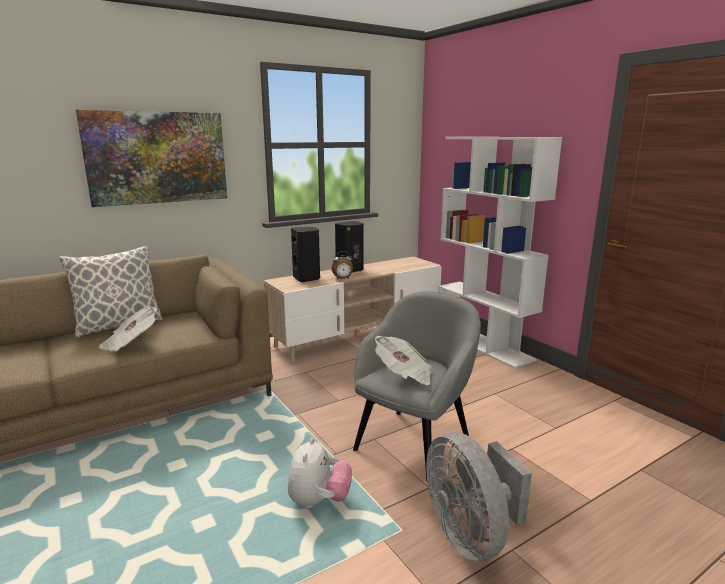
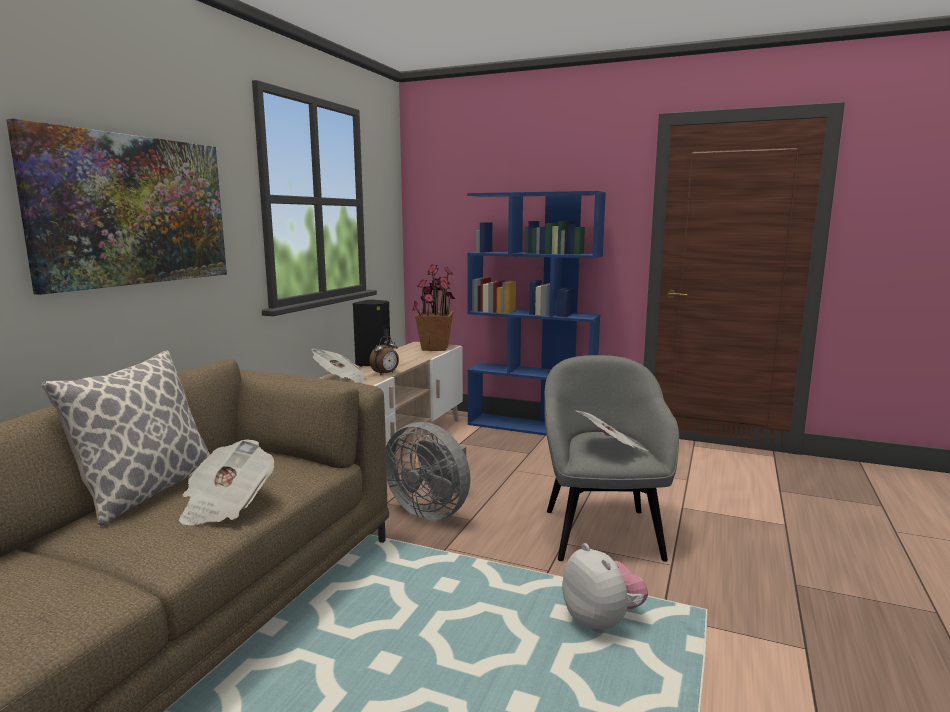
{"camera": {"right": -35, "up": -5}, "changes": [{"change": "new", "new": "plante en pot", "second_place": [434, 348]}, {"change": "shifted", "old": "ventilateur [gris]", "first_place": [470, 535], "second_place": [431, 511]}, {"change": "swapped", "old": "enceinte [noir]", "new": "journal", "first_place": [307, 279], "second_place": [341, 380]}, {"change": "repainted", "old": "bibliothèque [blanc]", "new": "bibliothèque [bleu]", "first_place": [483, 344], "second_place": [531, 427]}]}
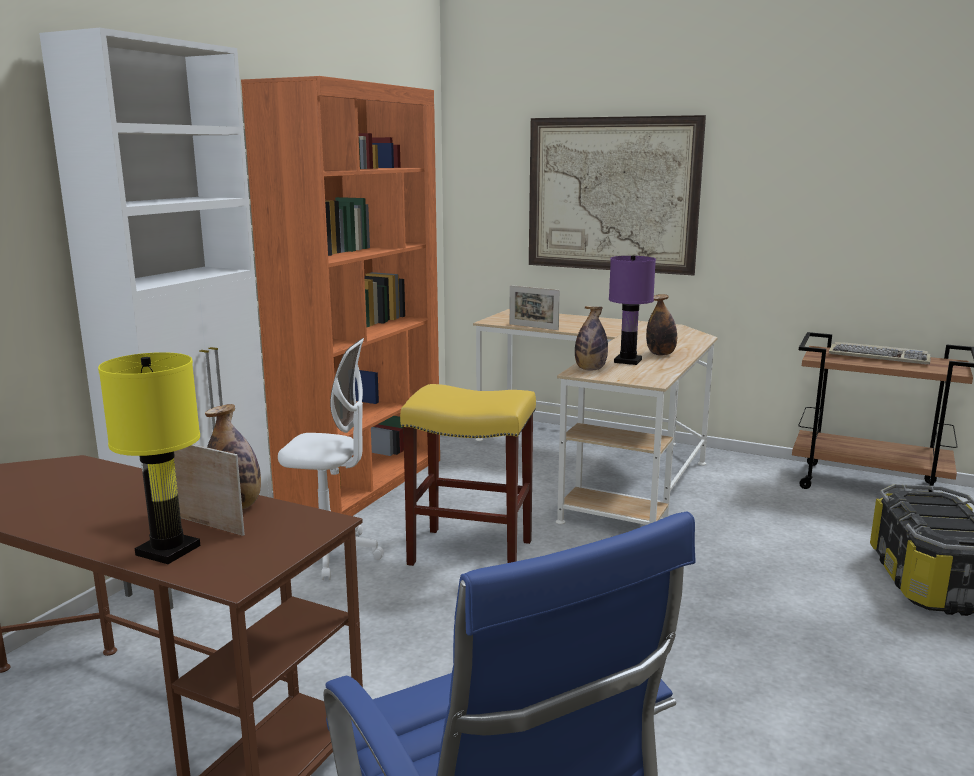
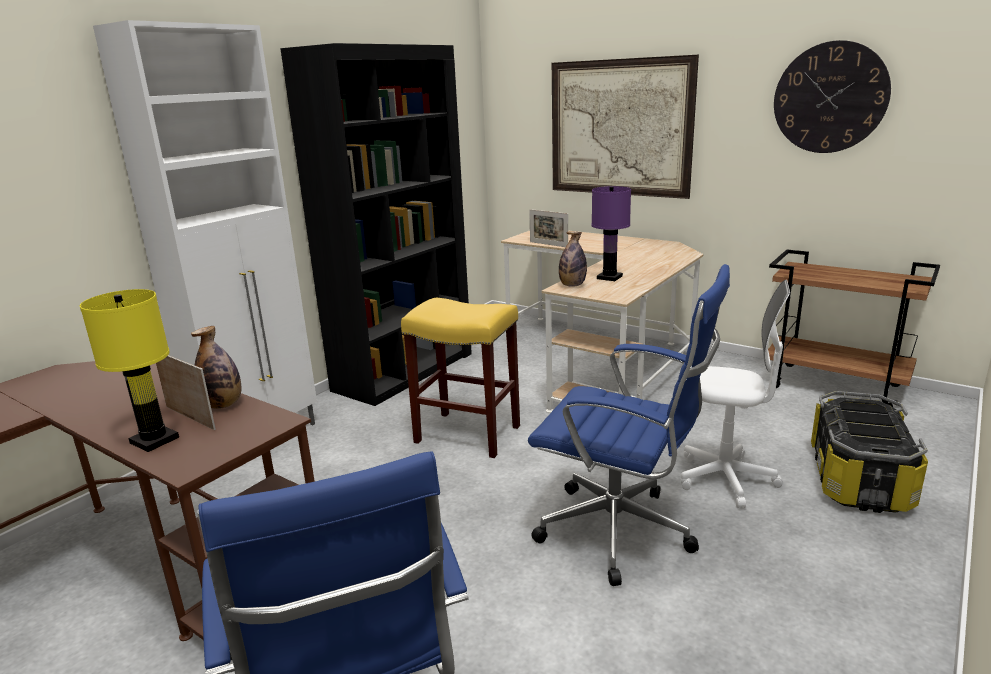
{"camera": {"right": 10, "up": 5}, "changes": [{"change": "gone", "old": "bouteille", "first_place": [661, 354]}, {"change": "gone", "old": "clavier", "first_place": [879, 357]}, {"change": "new", "new": "chaise de bureau [bleu]", "second_place": [622, 533]}, {"change": "new", "new": "horloge murale", "second_place": [830, 98]}, {"change": "shifted", "old": "chaise de bureau [blanc]", "first_place": [330, 554], "second_place": [726, 479]}, {"change": "repainted", "old": "bibliothèque [orange]", "new": "bibliothèque [noir]", "first_place": [363, 482], "second_place": [405, 371]}]}
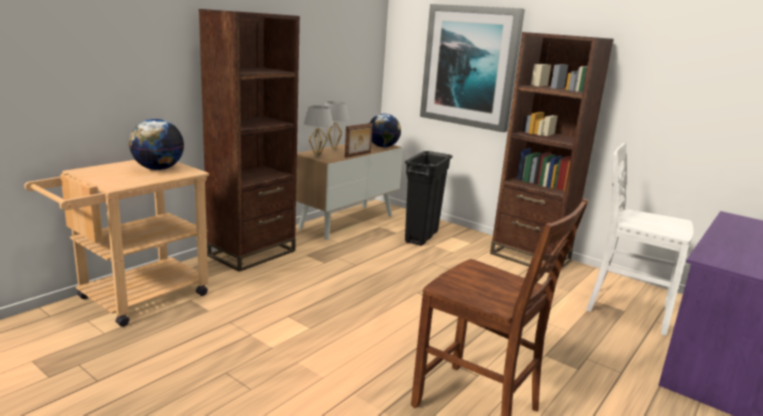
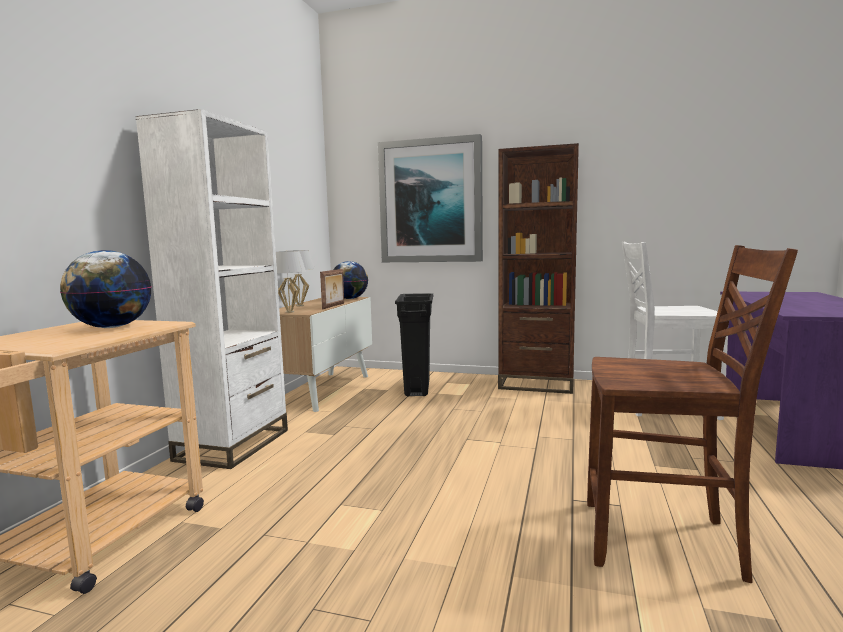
{"camera": {"right": -20, "up": -10}, "changes": [{"change": "repainted", "old": "bibliothèque [marron]", "new": "bibliothèque [blanc]", "first_place": [252, 253], "second_place": [233, 445]}]}
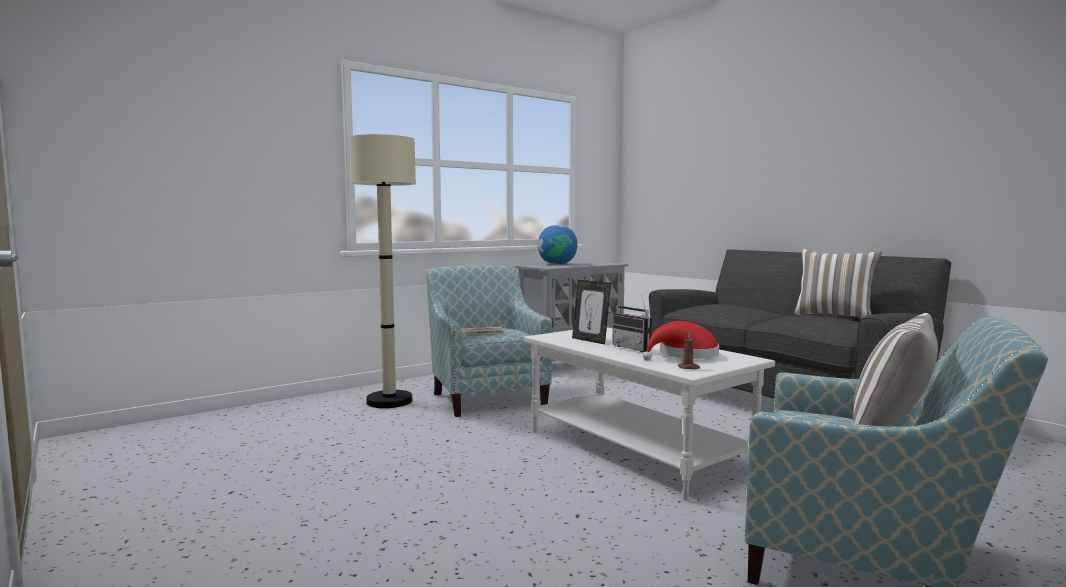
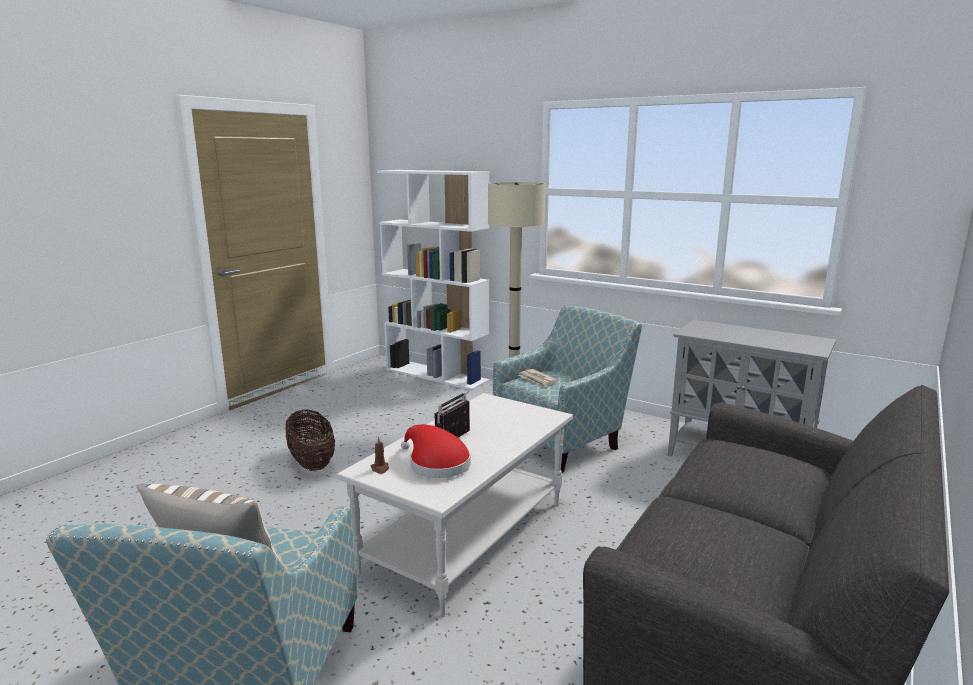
{"camera": {"right": 70, "up": 10}, "changes": [{"change": "gone", "old": "globe", "first_place": [557, 264]}, {"change": "gone", "old": "cadre photo", "first_place": [590, 340]}, {"change": "gone", "old": "coussin", "first_place": [834, 316]}, {"change": "new", "new": "panier", "second_place": [312, 463]}, {"change": "new", "new": "bibliothèque [blanc]", "second_place": [437, 375]}]}
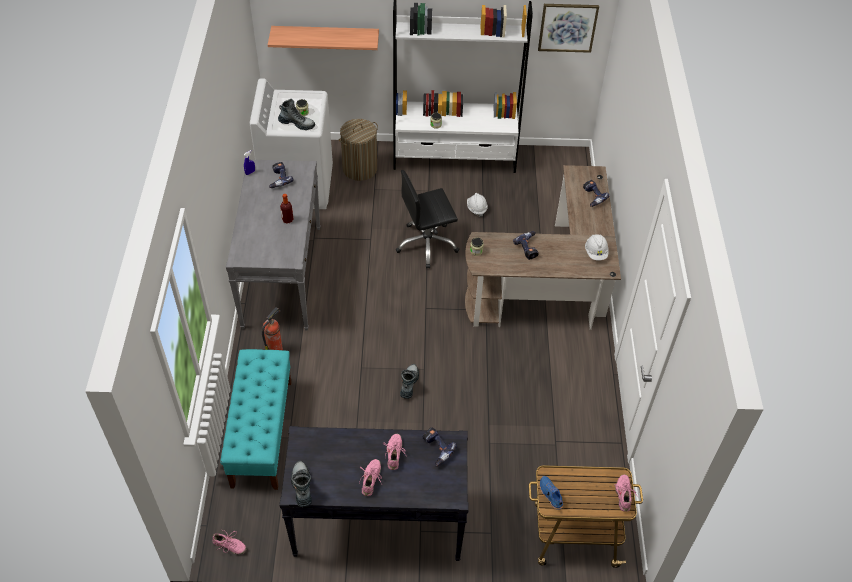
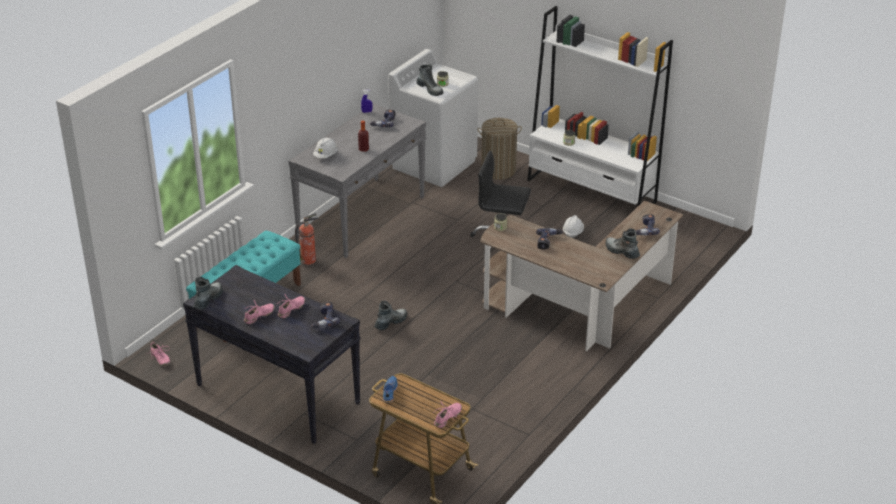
{"camera": {"right": 35, "up": -15}, "changes": [{"change": "gone", "old": "étagère", "first_place": [325, 37]}, {"change": "gone", "old": "tableau", "first_place": [567, 27]}, {"change": "new", "new": "botte", "second_place": [621, 252]}, {"change": "shifted", "old": "casque de chantier [blanc]", "first_place": [596, 252], "second_place": [326, 155]}]}
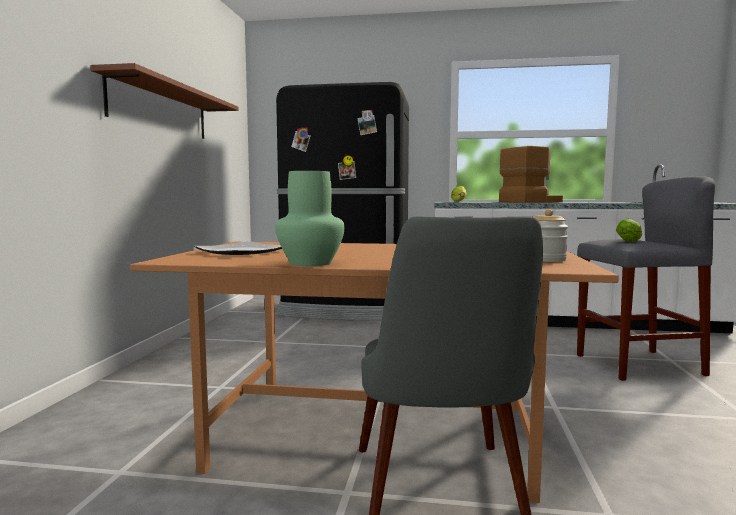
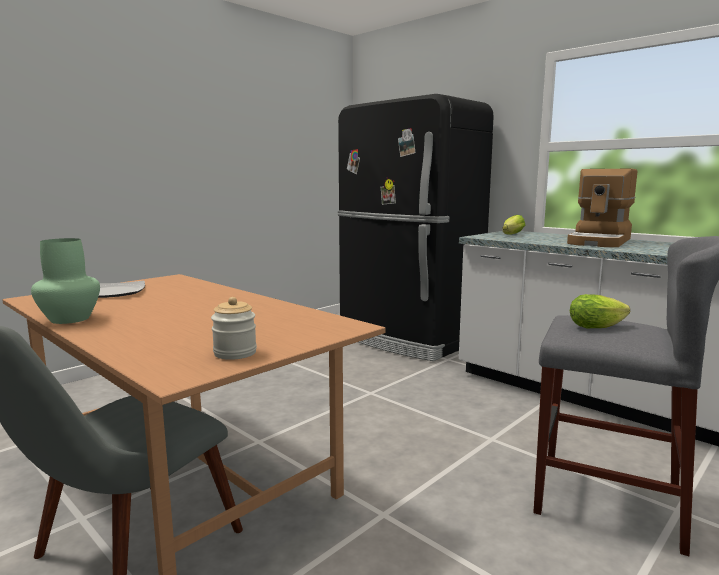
{"camera": {"right": 35, "up": 5}, "changes": [{"change": "gone", "old": "étagère [marron]", "first_place": [161, 109]}, {"change": "rotated", "old": "machine à café", "first_place": [530, 202], "second_place": [600, 241], "degrees": 120}]}
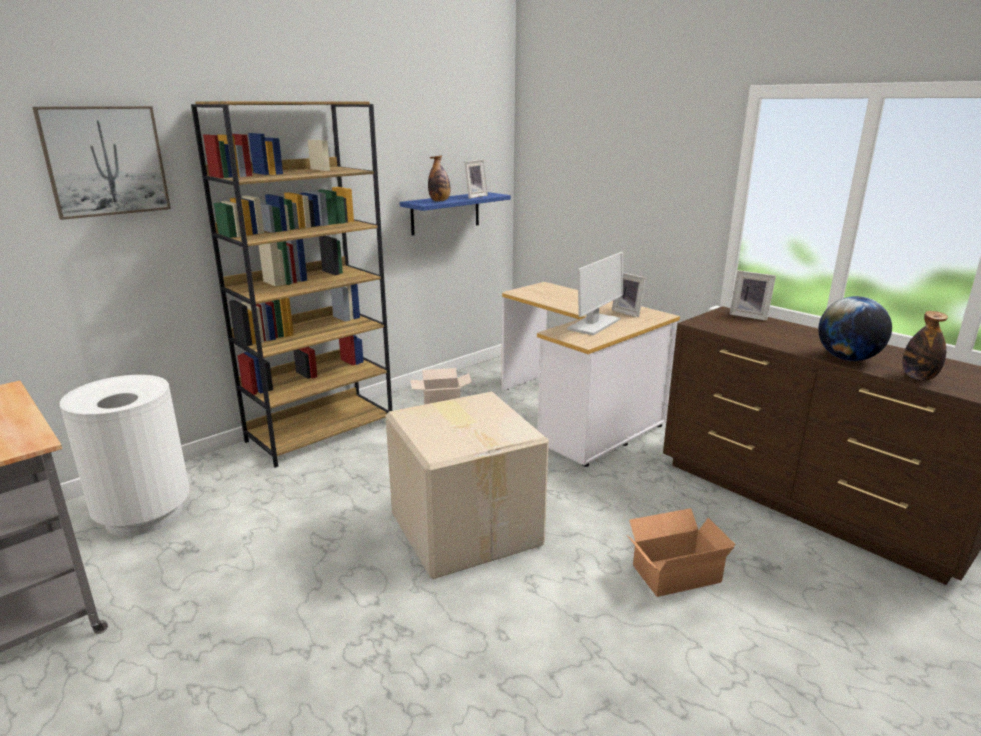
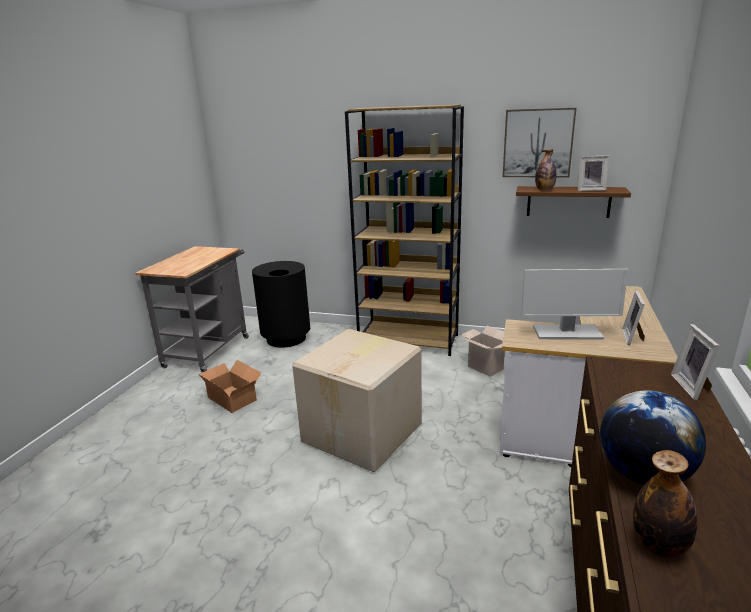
{"camera": {"right": 60, "up": 0}, "changes": [{"change": "shifted", "old": "tableau", "first_place": [105, 161], "second_place": [538, 143]}, {"change": "shifted", "old": "carton", "first_place": [673, 572], "second_place": [233, 397]}, {"change": "repainted", "old": "poubelle [blanc]", "new": "poubelle [noir]", "first_place": [144, 514], "second_place": [286, 338]}, {"change": "repainted", "old": "étagère [bleu]", "new": "étagère [marron]", "first_place": [445, 213], "second_place": [568, 201]}]}
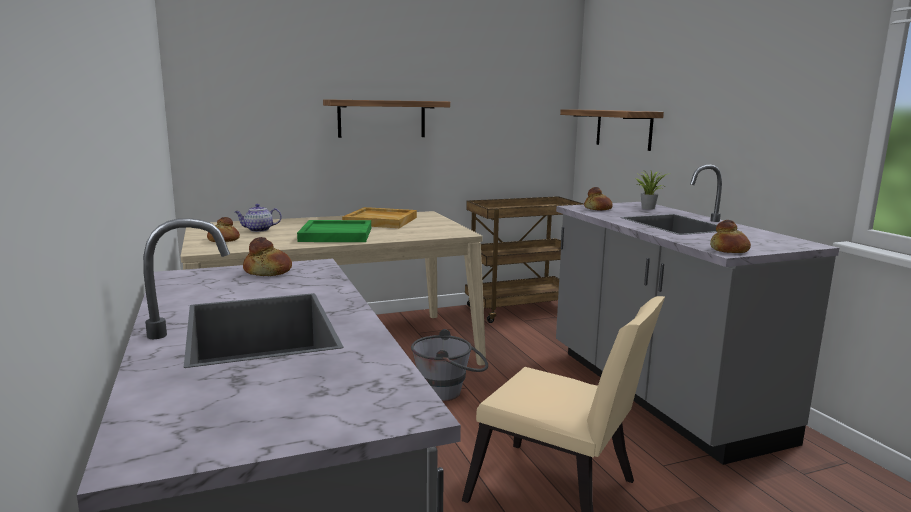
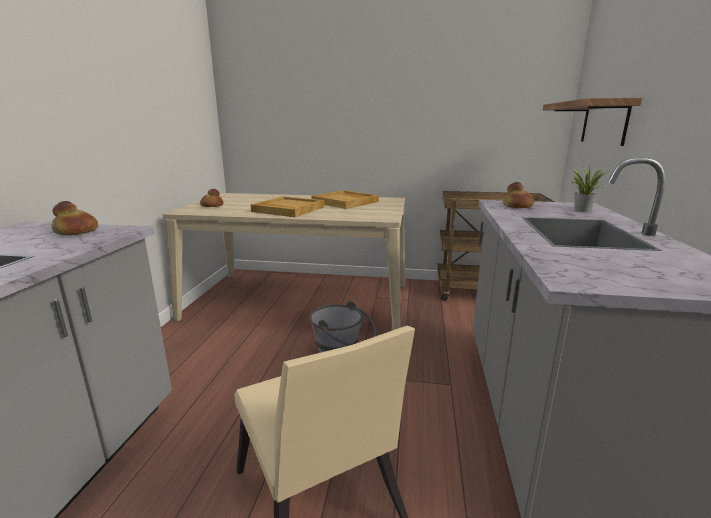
{"camera": {"right": 30, "up": 5}, "changes": [{"change": "gone", "old": "théière", "first_place": [258, 230]}, {"change": "gone", "old": "étagère", "first_place": [382, 119]}, {"change": "gone", "old": "pain", "first_place": [729, 250]}, {"change": "repainted", "old": "plateau [vert]", "new": "plateau [beige]", "first_place": [335, 235], "second_place": [288, 209]}]}
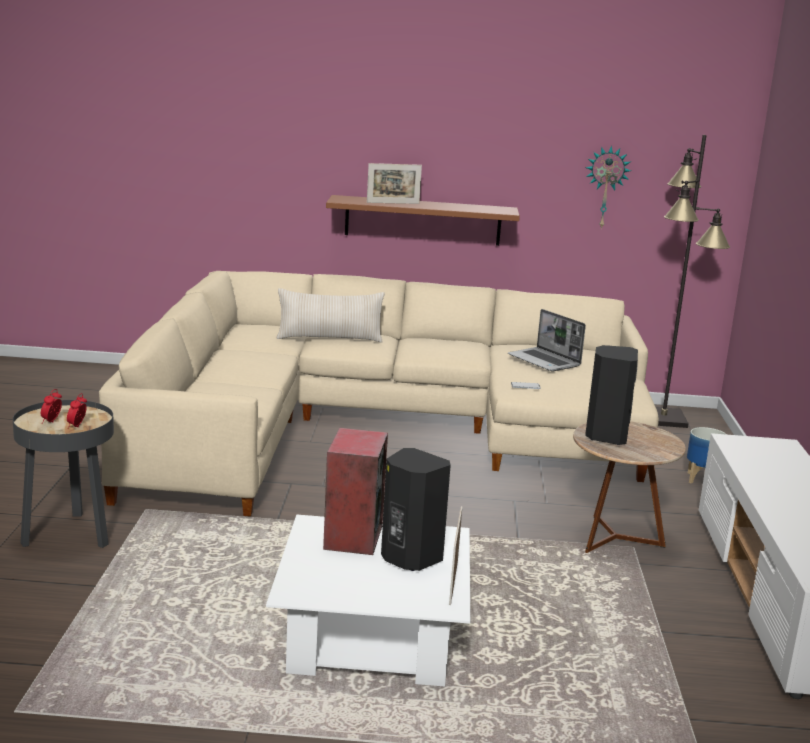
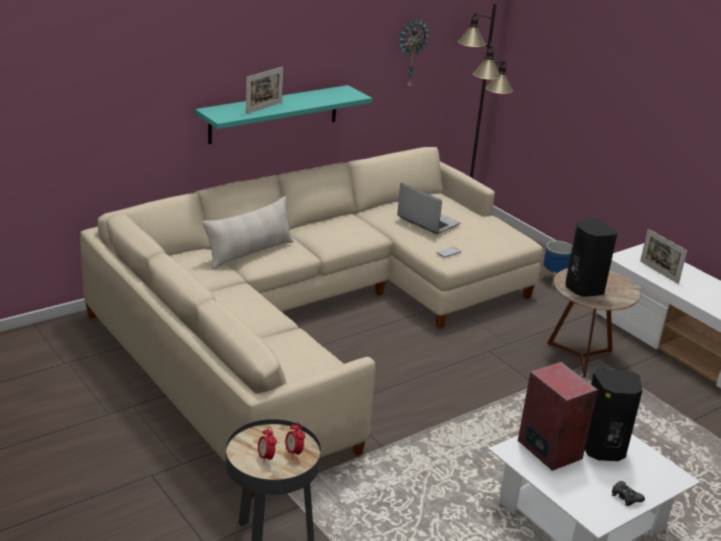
{"camera": {"right": -40, "up": 10}, "changes": [{"change": "new", "new": "manette [noir]", "second_place": [625, 497]}, {"change": "shifted", "old": "cadre photo", "first_place": [453, 582], "second_place": [659, 272]}, {"change": "repainted", "old": "étagère [marron]", "new": "étagère [turquoise]", "first_place": [423, 220], "second_place": [274, 114]}, {"change": "rotated", "old": "ordinateur portable", "first_place": [545, 361], "second_place": [427, 221], "degrees": -150}]}
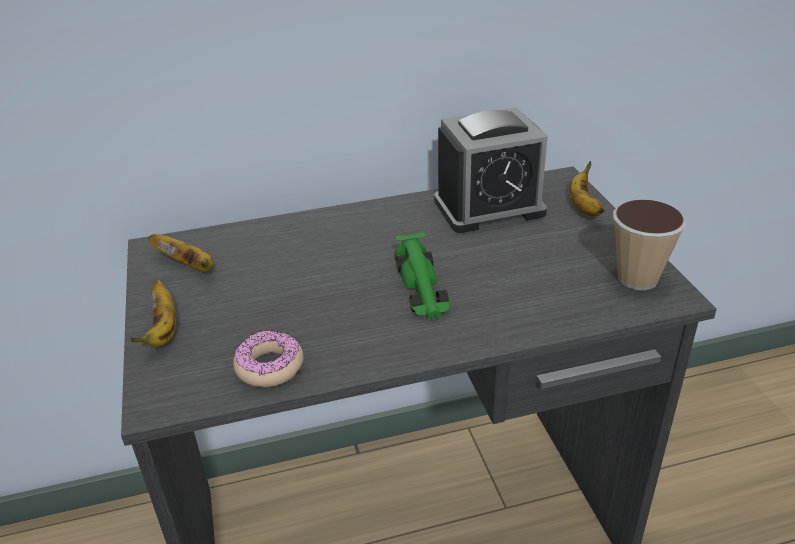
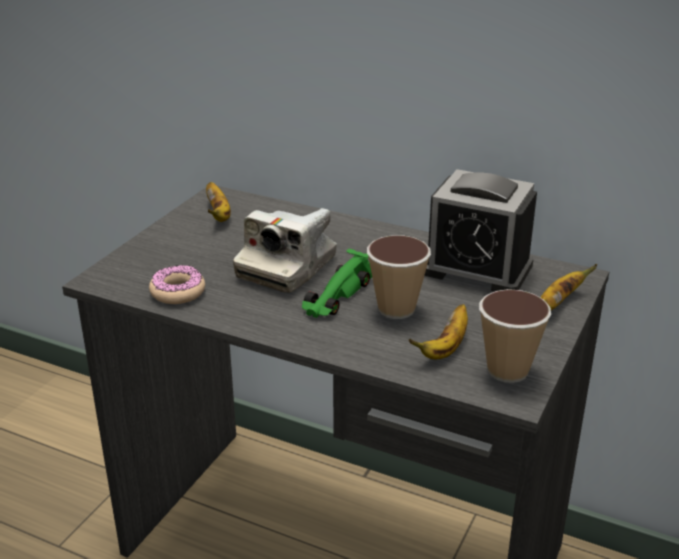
{"camera": {"right": 40, "up": -5}, "changes": [{"change": "new", "new": "appareil photo", "second_place": [287, 267]}, {"change": "new", "new": "tasse", "second_place": [396, 309]}, {"change": "shifted", "old": "banane", "first_place": [163, 330], "second_place": [445, 348]}]}
